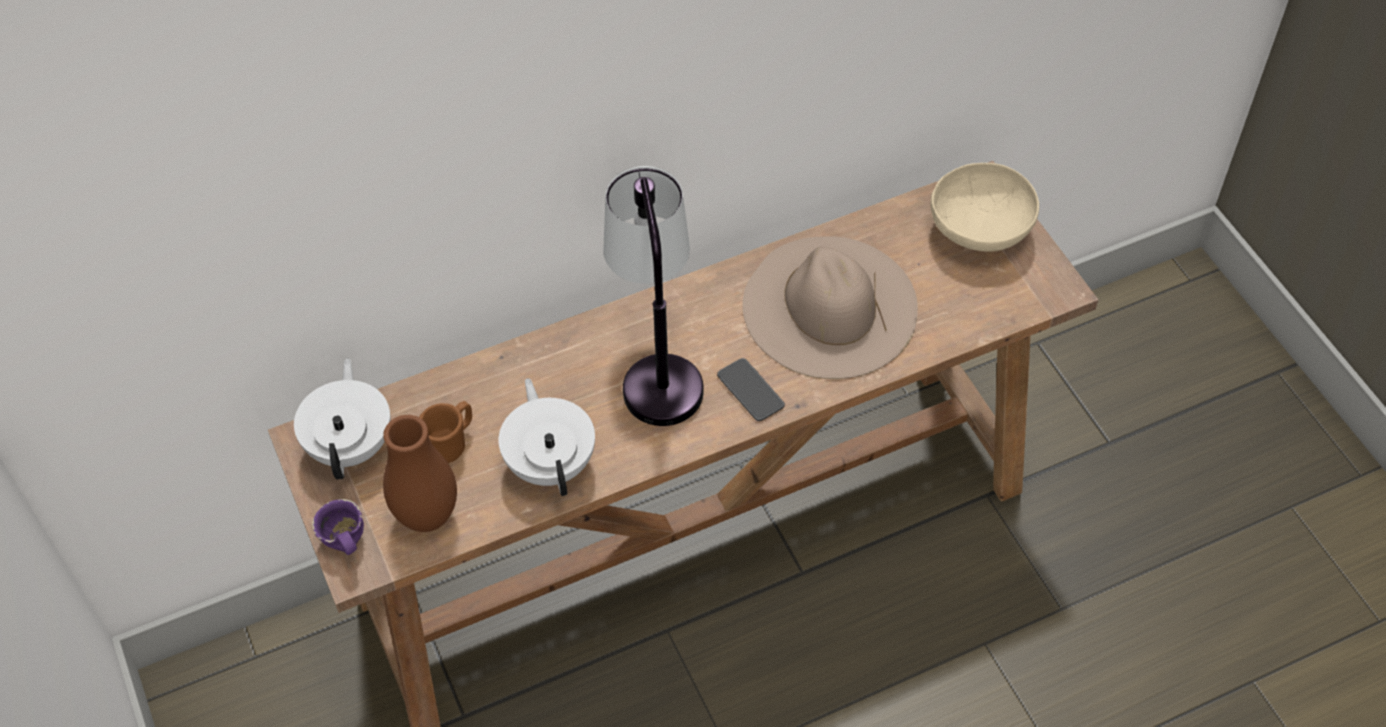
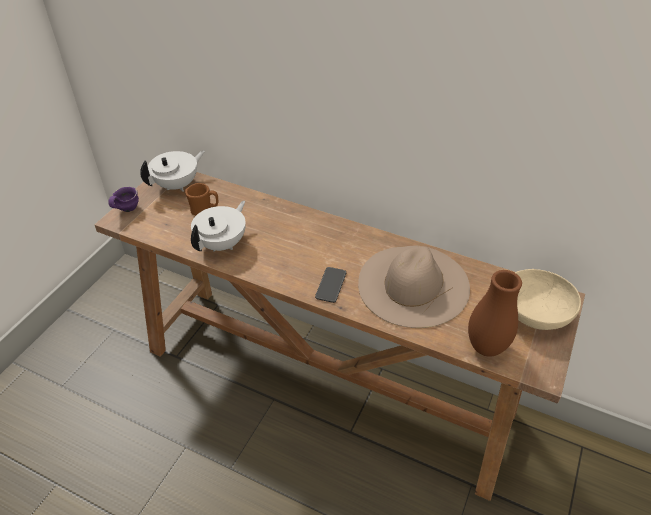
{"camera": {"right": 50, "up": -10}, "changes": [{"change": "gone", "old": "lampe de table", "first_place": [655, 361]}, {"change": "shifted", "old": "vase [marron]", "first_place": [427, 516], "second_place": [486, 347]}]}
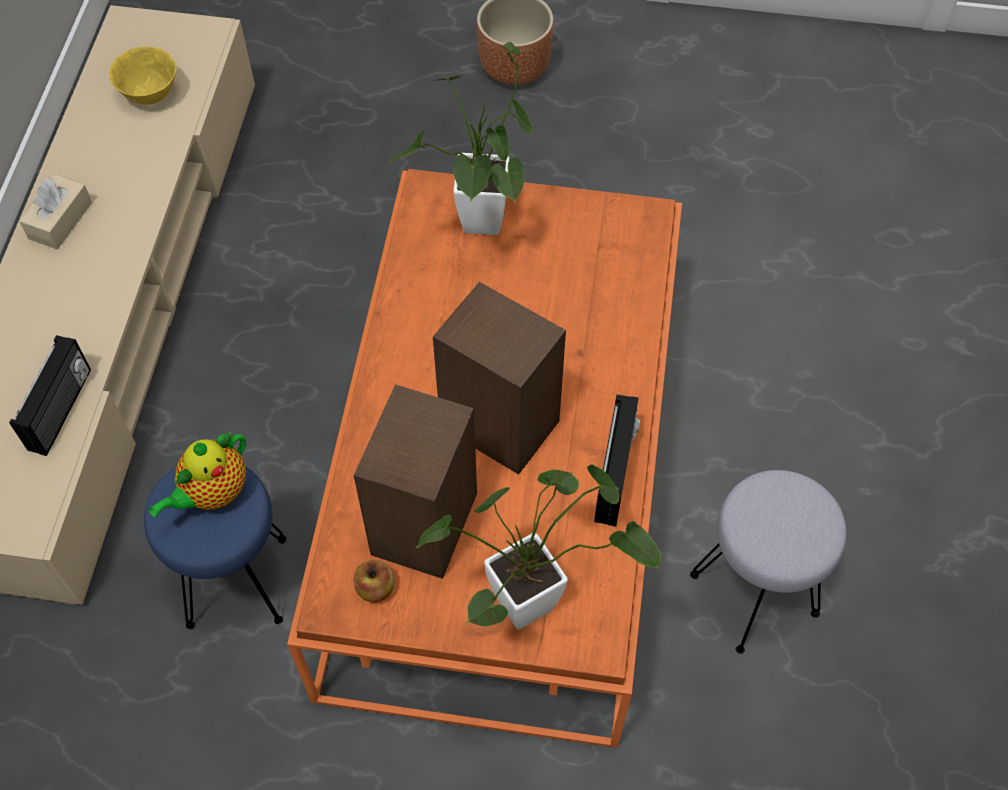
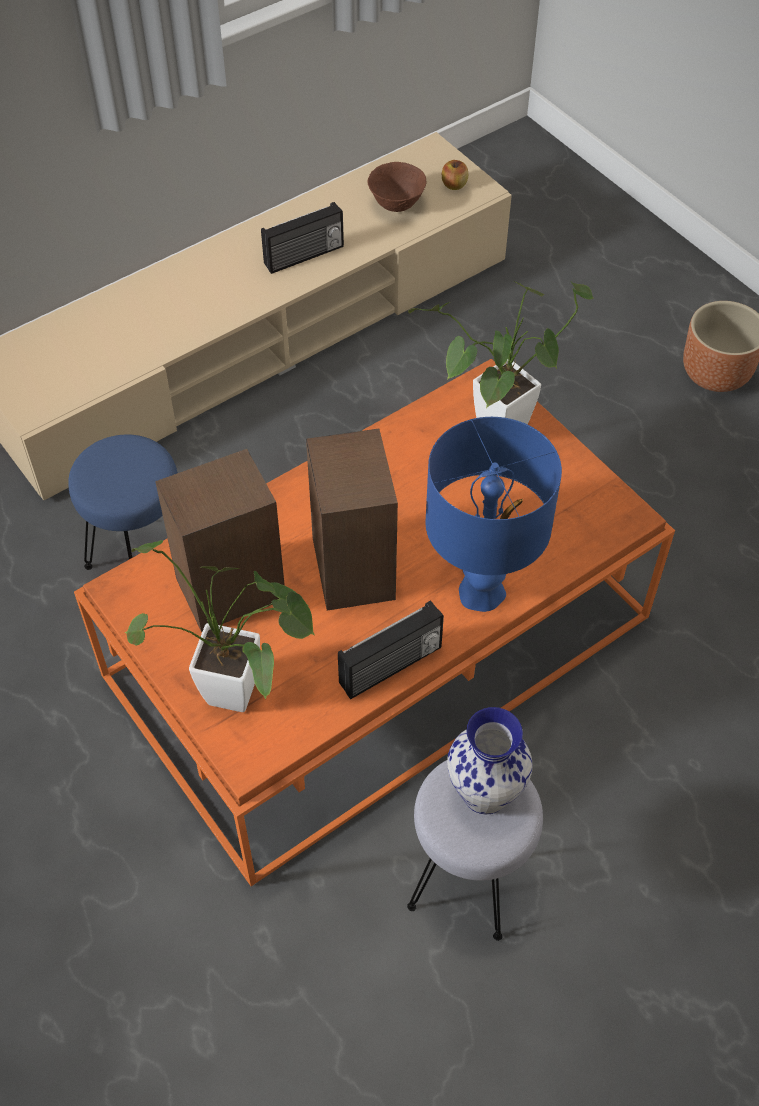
{"camera": {"right": 45, "up": -5}, "changes": [{"change": "gone", "old": "boîte à mouchoirs [beige]", "first_place": [60, 220]}, {"change": "gone", "old": "théière", "first_place": [212, 493]}, {"change": "new", "new": "lampe de table [bleu]", "second_place": [480, 590]}, {"change": "new", "new": "vase", "second_place": [484, 794]}, {"change": "shifted", "old": "radio", "first_place": [62, 410], "second_place": [304, 256]}, {"change": "shifted", "old": "pomme", "first_place": [375, 588], "second_place": [454, 185]}, {"change": "repainted", "old": "bol [jaune]", "new": "bol [marron]", "first_place": [150, 94], "second_place": [397, 204]}]}
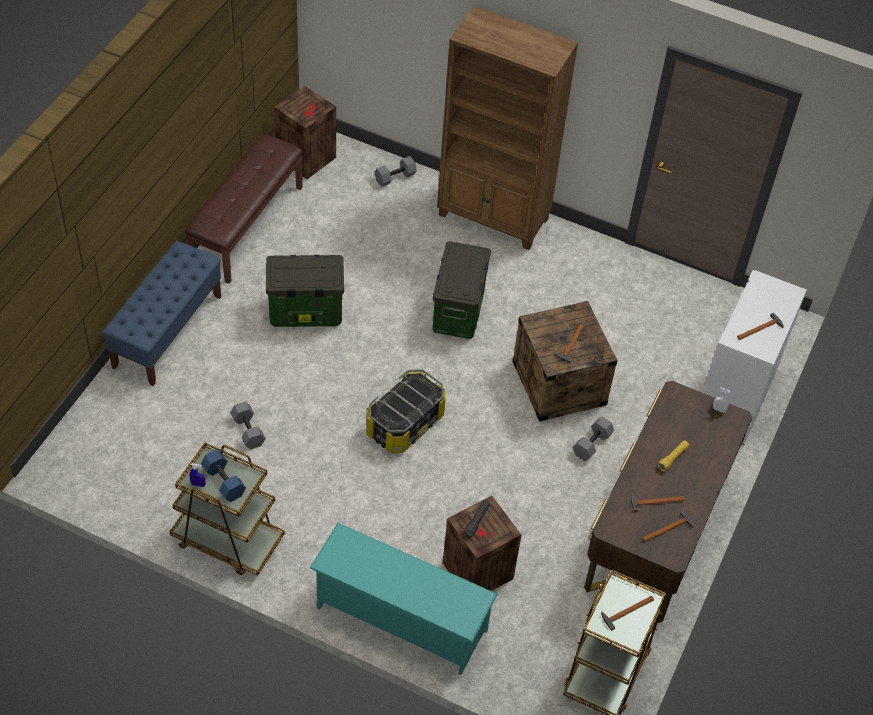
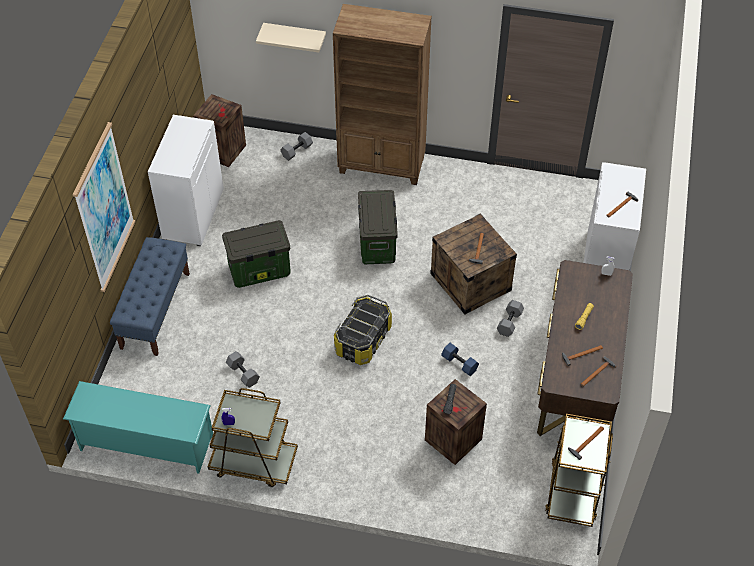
{"camera": {"right": -10, "up": 0}, "changes": [{"change": "new", "new": "tableau", "second_place": [104, 208]}, {"change": "new", "new": "étagère [beige]", "second_place": [295, 36]}, {"change": "shifted", "old": "haltère [bleu]", "first_place": [223, 481], "second_place": [459, 364]}, {"change": "shifted", "old": "étagère à chaussures [turquoise]", "first_place": [400, 619], "second_place": [145, 443]}, {"change": "swapped", "old": "banc [marron]", "new": "meuble de rangement [blanc]", "first_place": [247, 226], "second_place": [192, 214]}]}
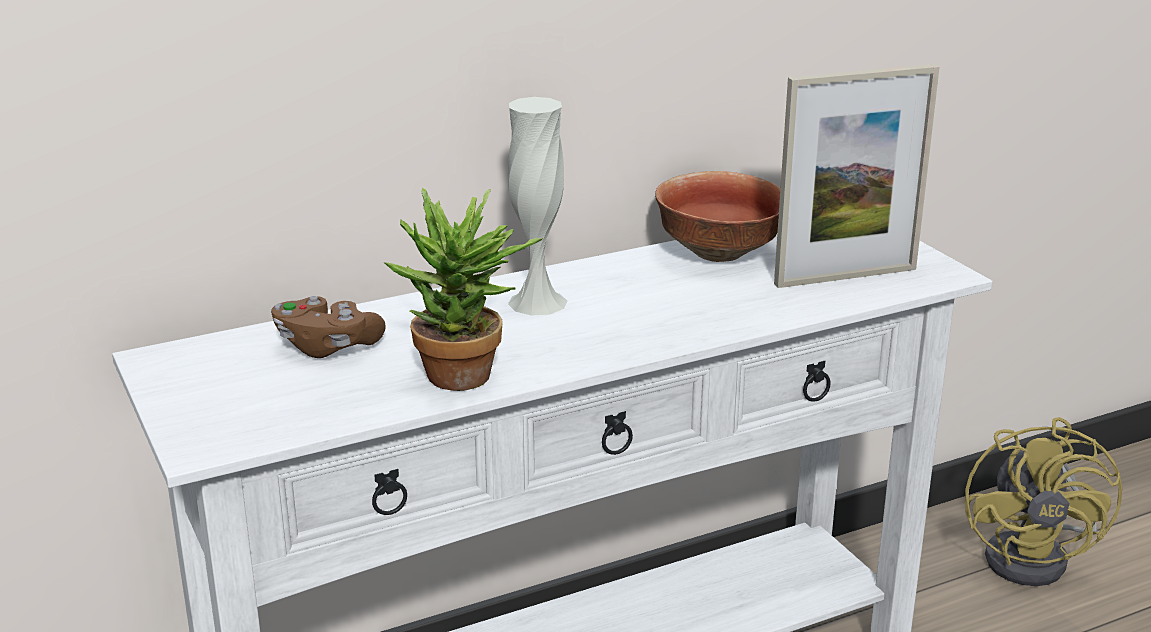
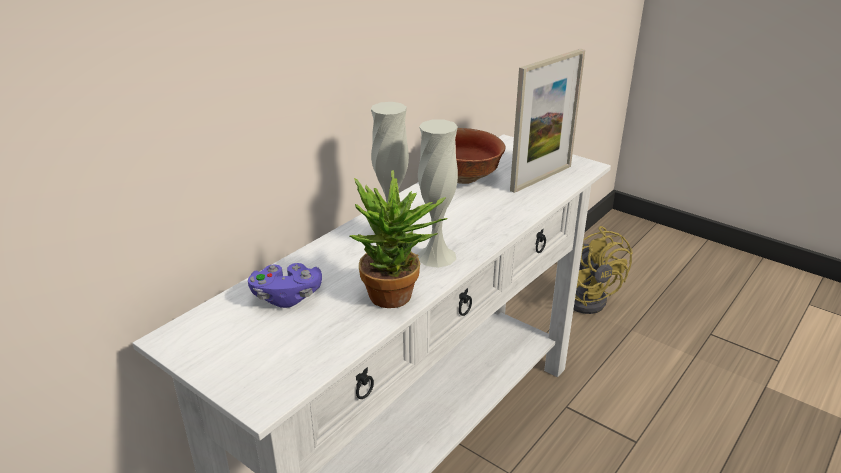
{"camera": {"right": -25, "up": 5}, "changes": [{"change": "new", "new": "vase [blanc]", "second_place": [436, 256]}, {"change": "repainted", "old": "manette [marron]", "new": "manette [violet]", "first_place": [327, 347], "second_place": [287, 297]}]}
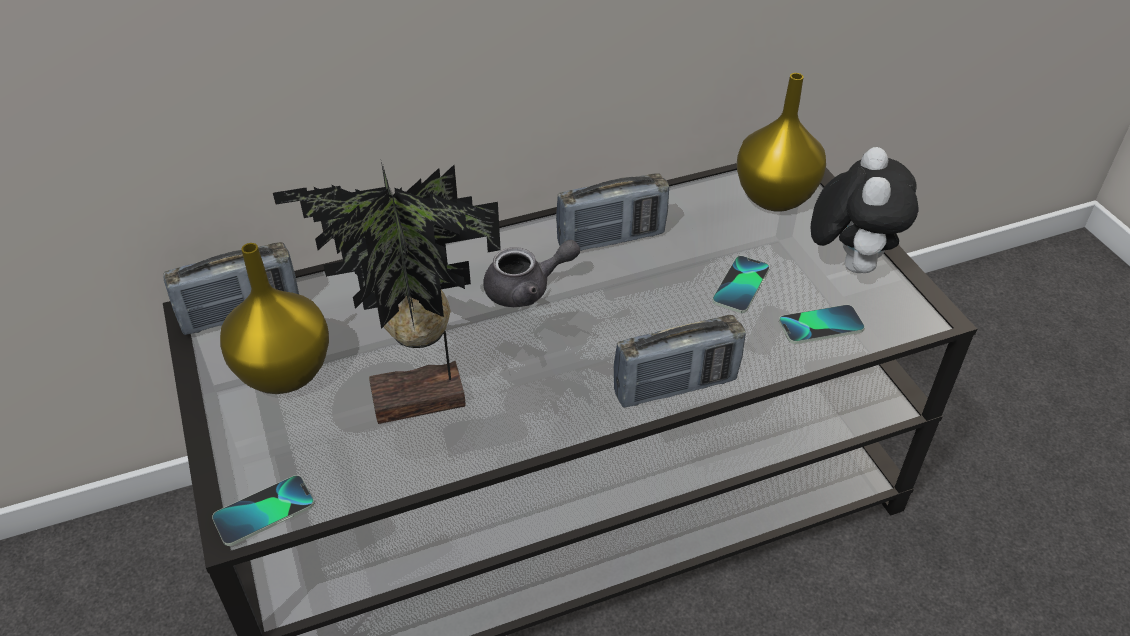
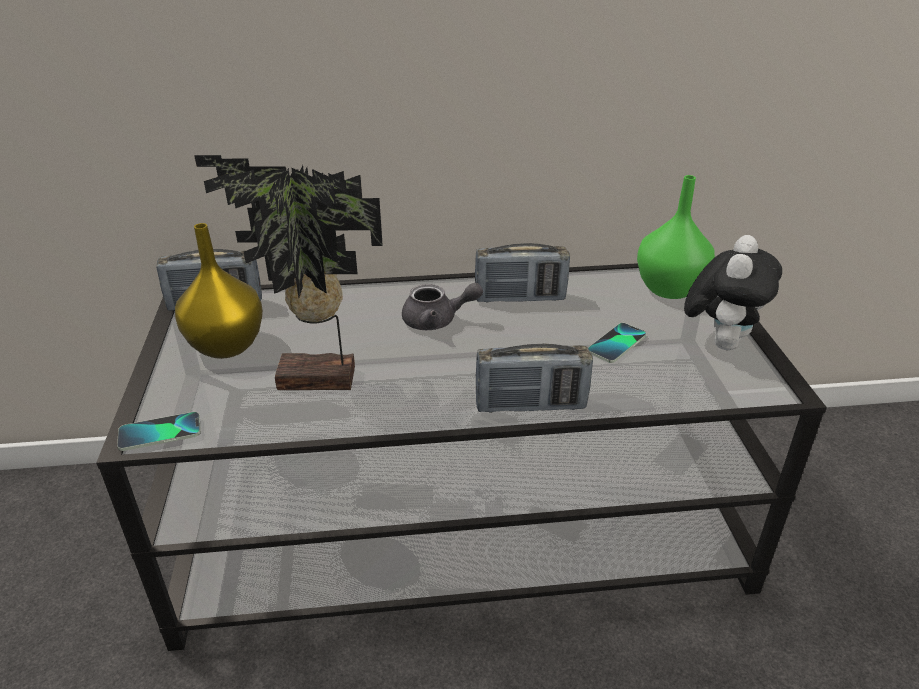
{"camera": {"right": 15, "up": -10}, "changes": [{"change": "gone", "old": "téléphone", "first_place": [820, 325]}, {"change": "repainted", "old": "vase [jaune]", "new": "vase [vert]", "first_place": [776, 197], "second_place": [671, 289]}]}
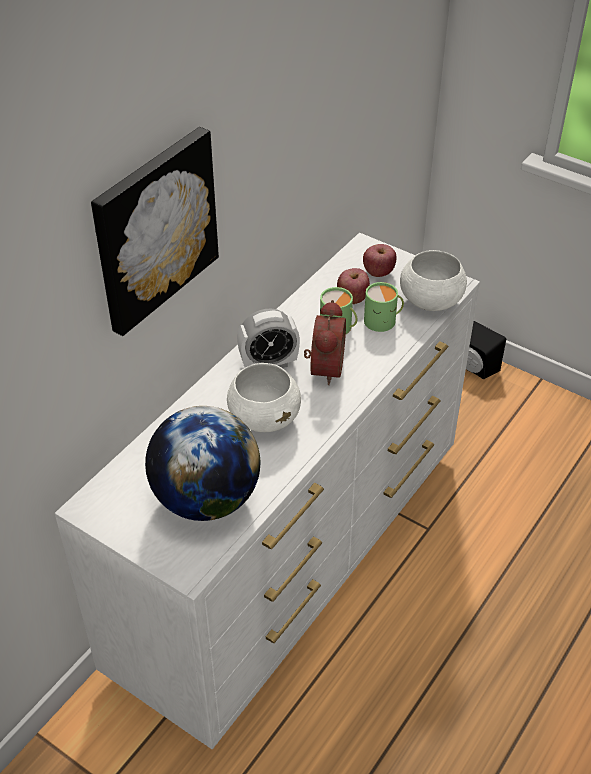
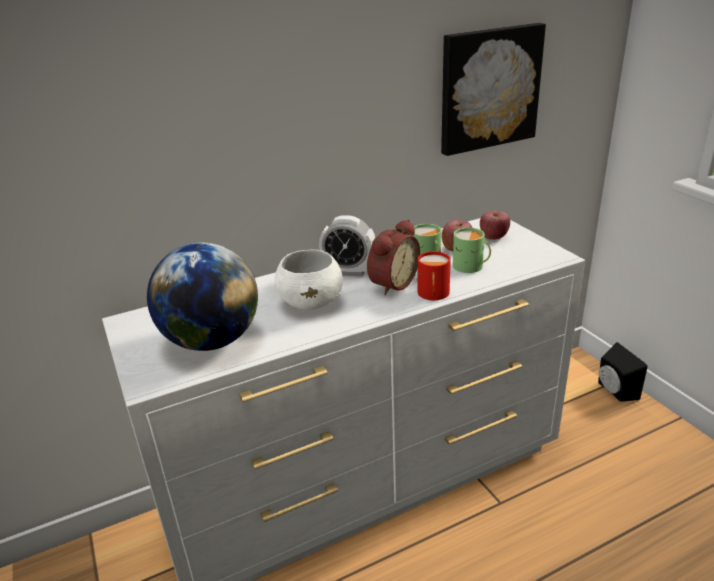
{"camera": {"right": 30, "up": -15}, "changes": [{"change": "gone", "old": "bol [blanc]", "first_place": [431, 301]}, {"change": "new", "new": "mug [rouge]", "second_place": [432, 294]}, {"change": "shifted", "old": "tableau", "first_place": [154, 229], "second_place": [488, 88]}]}
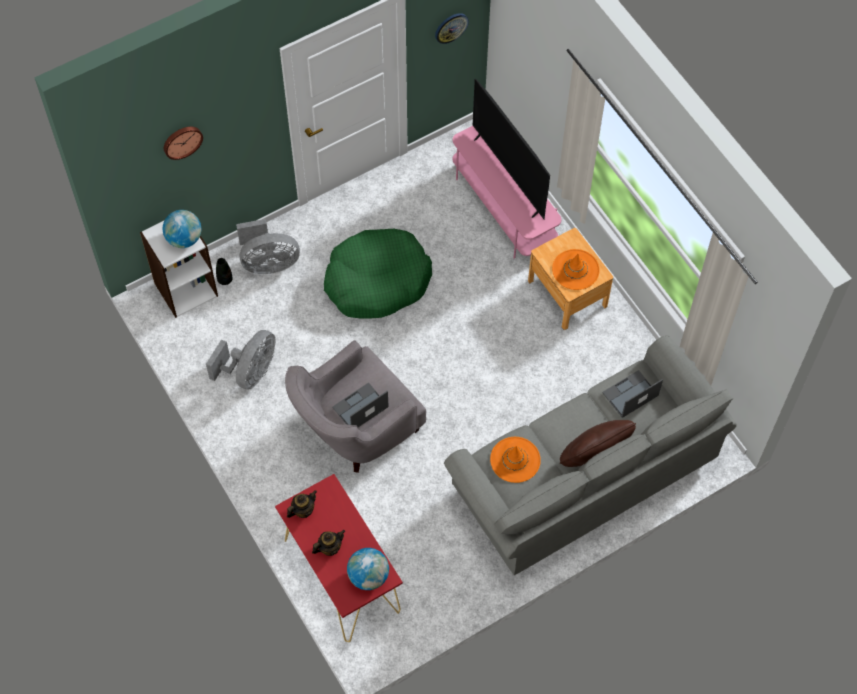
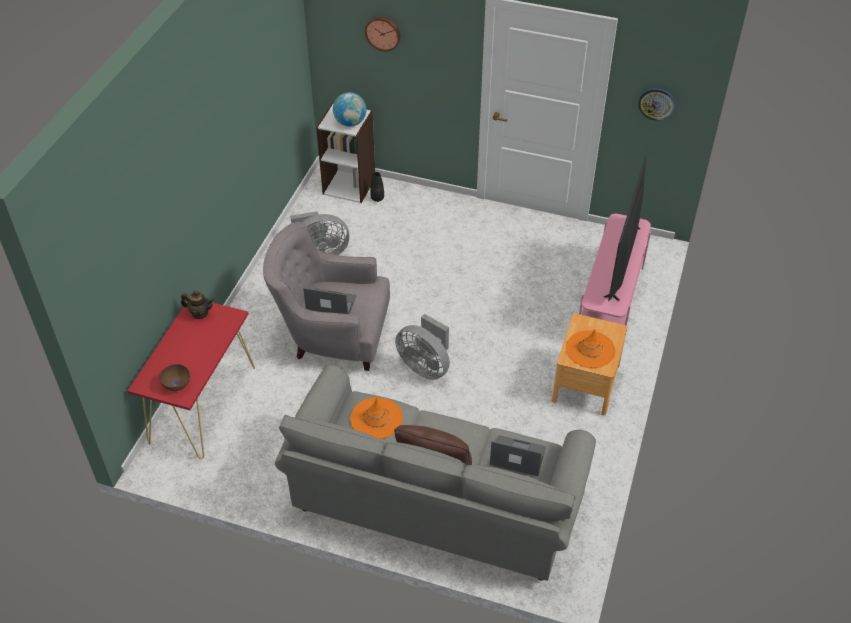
{"camera": {"right": 50, "up": -15}, "changes": [{"change": "gone", "old": "théière", "first_place": [329, 548]}, {"change": "gone", "old": "panier pour chien [vert]", "first_place": [377, 281]}, {"change": "shifted", "old": "ventilateur [gris]", "first_place": [268, 263], "second_place": [425, 366]}, {"change": "swapped", "old": "globe", "new": "bol [marron]", "first_place": [368, 576], "second_place": [176, 384]}]}
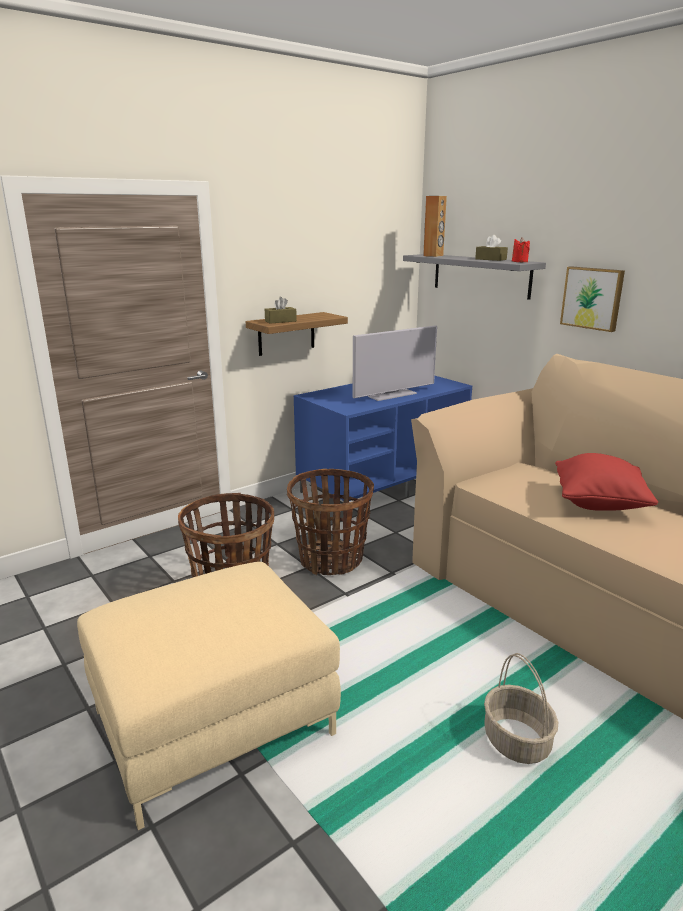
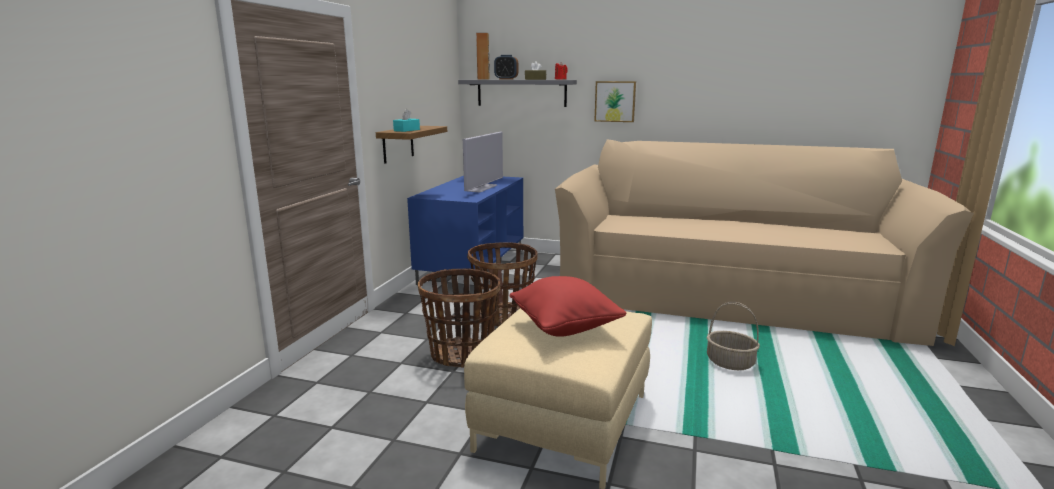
{"camera": {"right": -35, "up": -5}, "changes": [{"change": "new", "new": "réveil", "second_place": [506, 79]}, {"change": "shifted", "old": "coussin [rouge]", "first_place": [599, 504], "second_place": [565, 327]}, {"change": "repainted", "old": "boîte à mouchoirs [marron]", "new": "boîte à mouchoirs [turquoise]", "first_place": [280, 321], "second_place": [406, 130]}]}
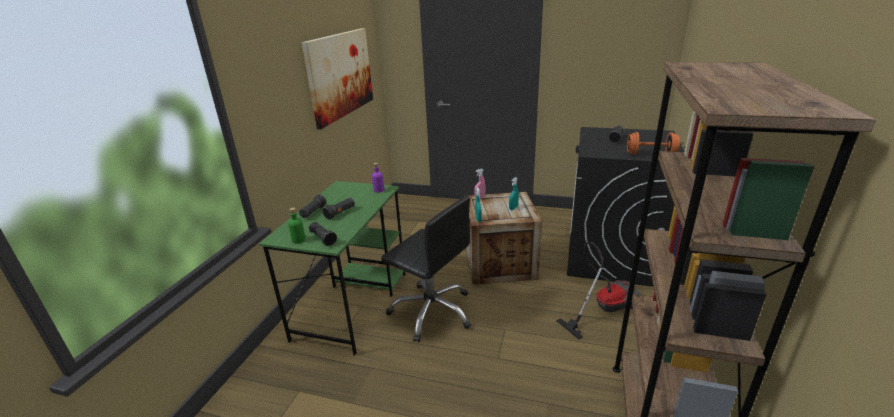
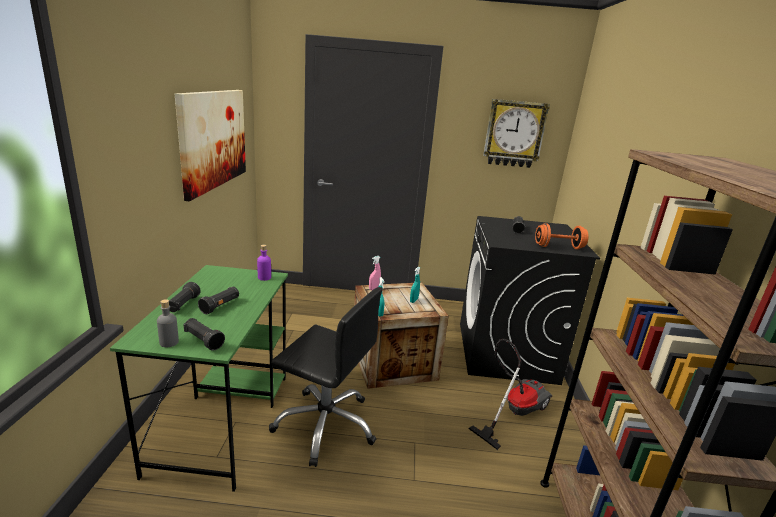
{"camera": {"right": -15, "up": -5}, "changes": [{"change": "new", "new": "horloge murale", "second_place": [514, 134]}, {"change": "repainted", "old": "bouteille [vert]", "new": "bouteille [gris]", "first_place": [298, 240], "second_place": [169, 342]}]}
